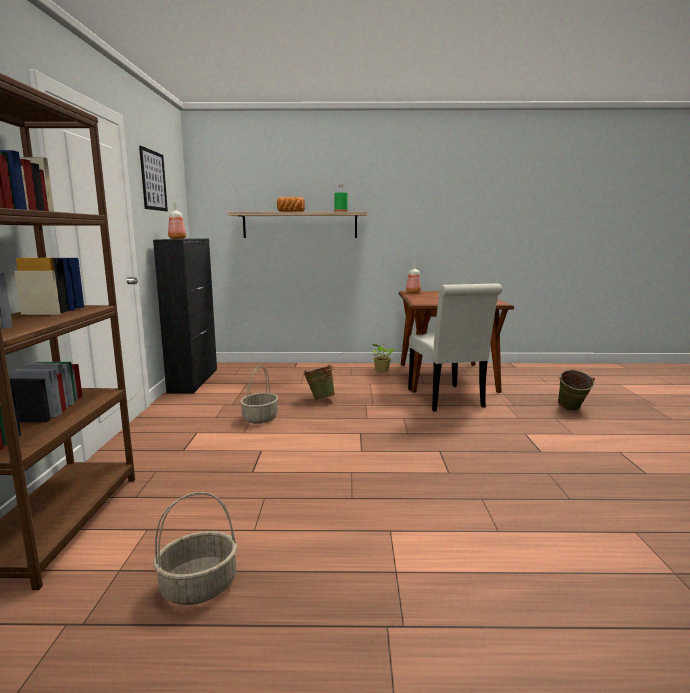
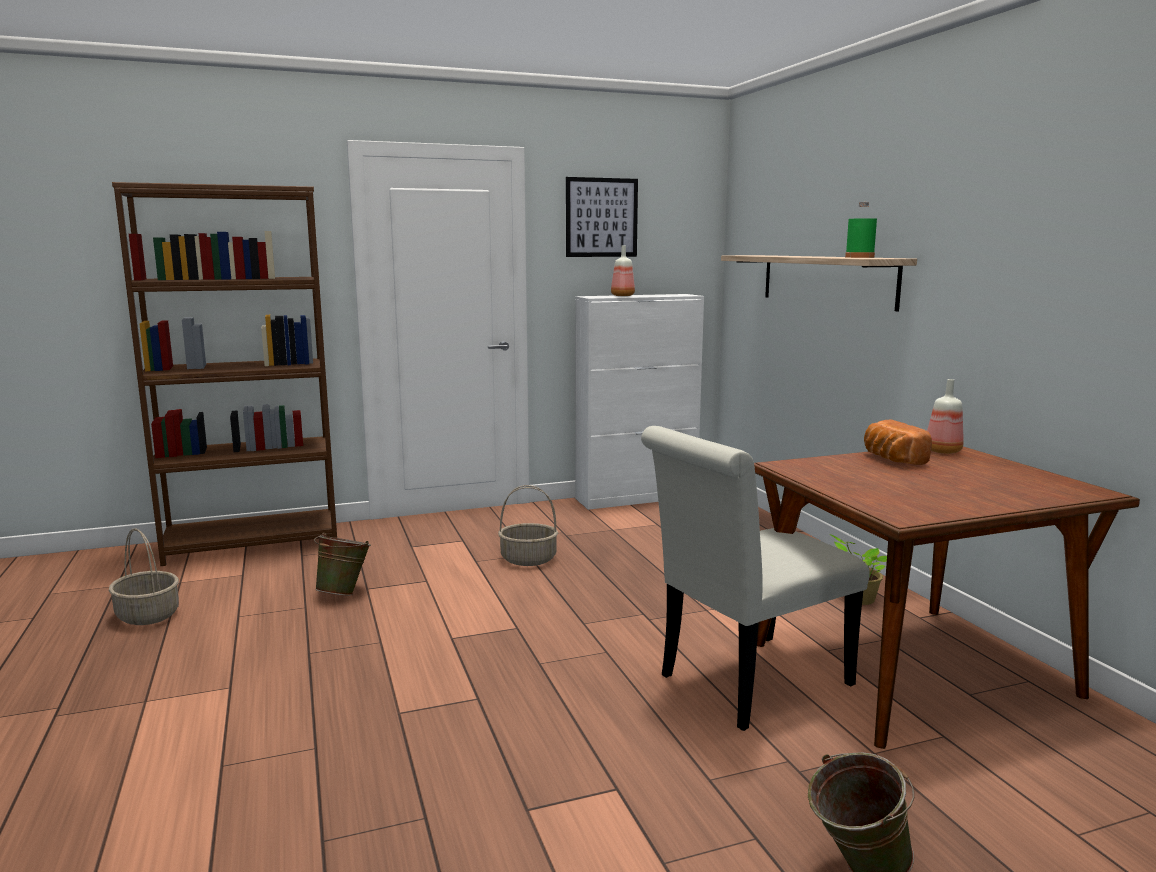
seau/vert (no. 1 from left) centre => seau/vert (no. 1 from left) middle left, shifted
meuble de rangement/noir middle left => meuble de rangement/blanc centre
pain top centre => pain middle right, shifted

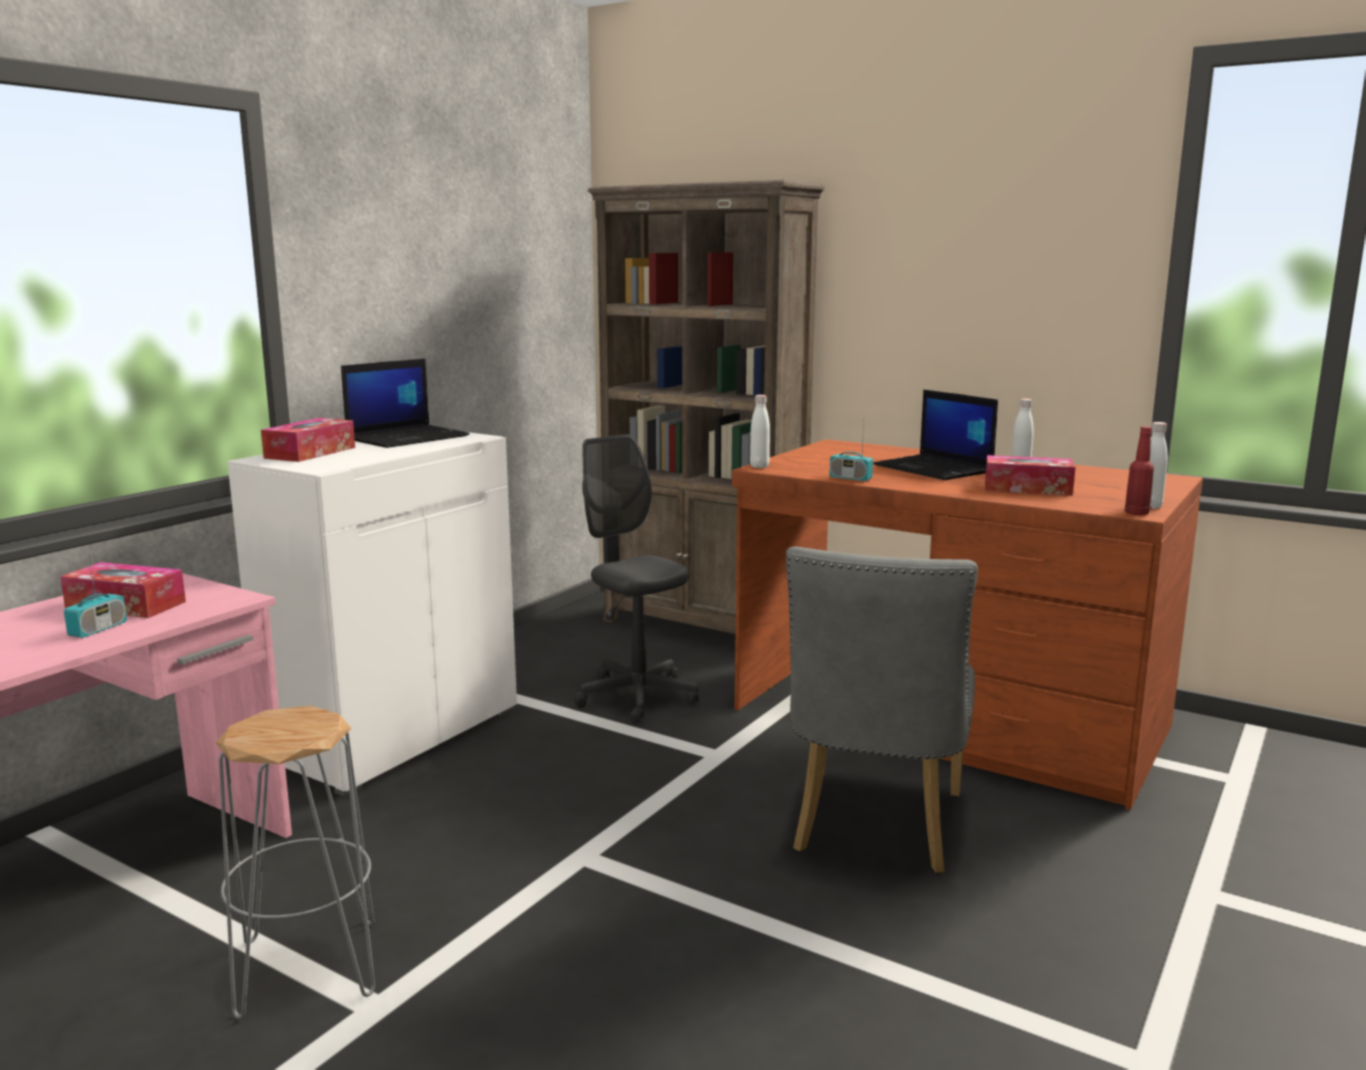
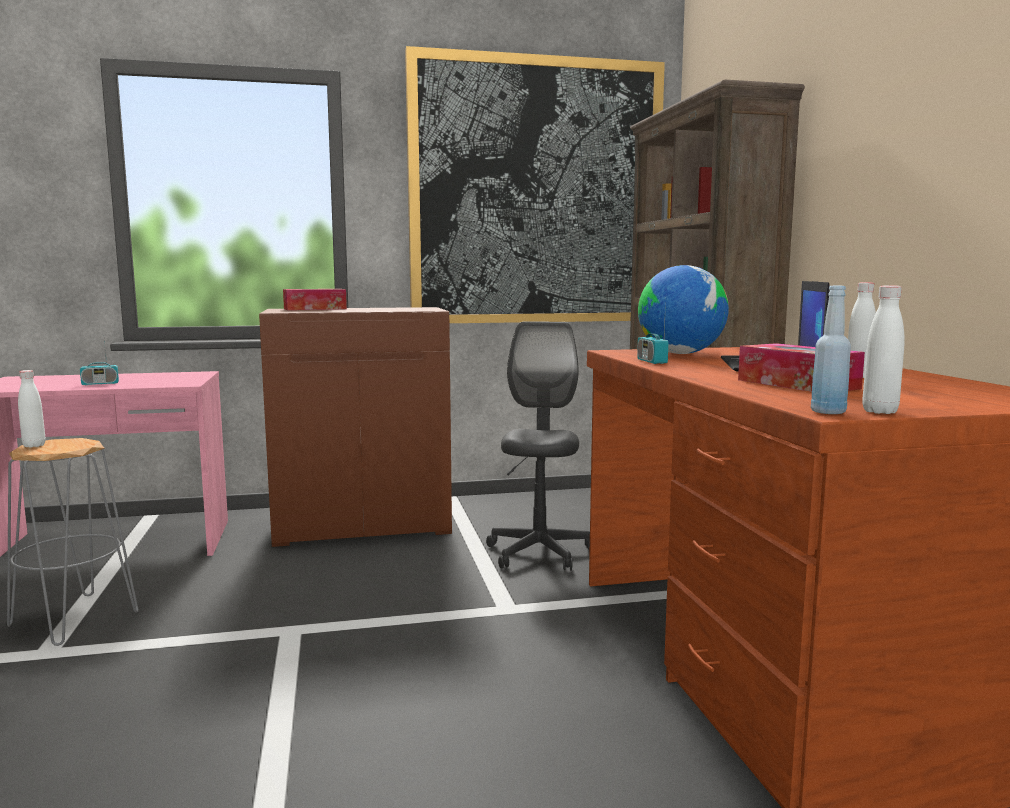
bouteille/blanc (no. 1 from left) centre => bouteille/blanc (no. 1 from left) middle left, shifted
meuble de rangement/blanc middle left => meuble de rangement/marron centre
nothing => tableau top centre
nothing => globe middle right
bouteille/rouge middle right => bouteille/bleu middle right
boîte à mouchoirs (no. 1 from left) middle left => nothing
ordinateur portable (no. 1 from left) middle left => nothing
chaise/gris centre => nothing

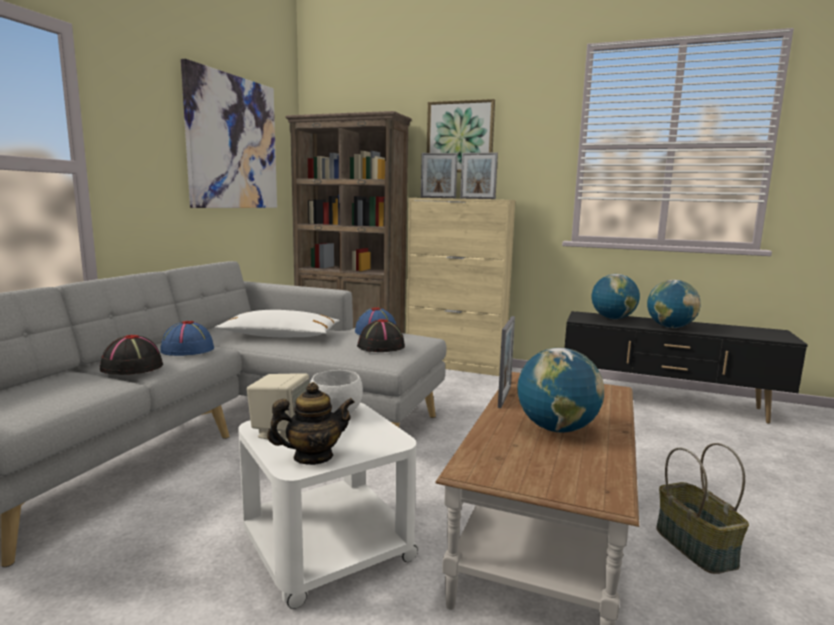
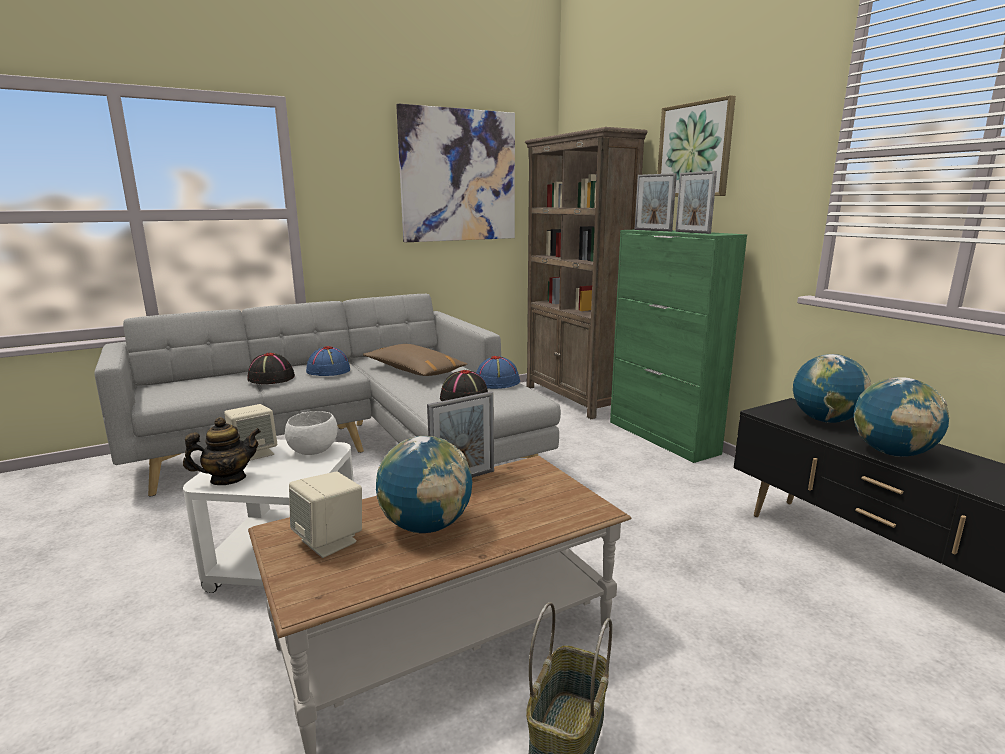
théière bottom centre => théière middle left, 45 degrees counterclockwise
nothing => enceinte/beige (no. 2 from left) bottom left
coussin/blanc middle left => coussin/marron centre
meuble de rangement/beige centre => meuble de rangement/vert middle right

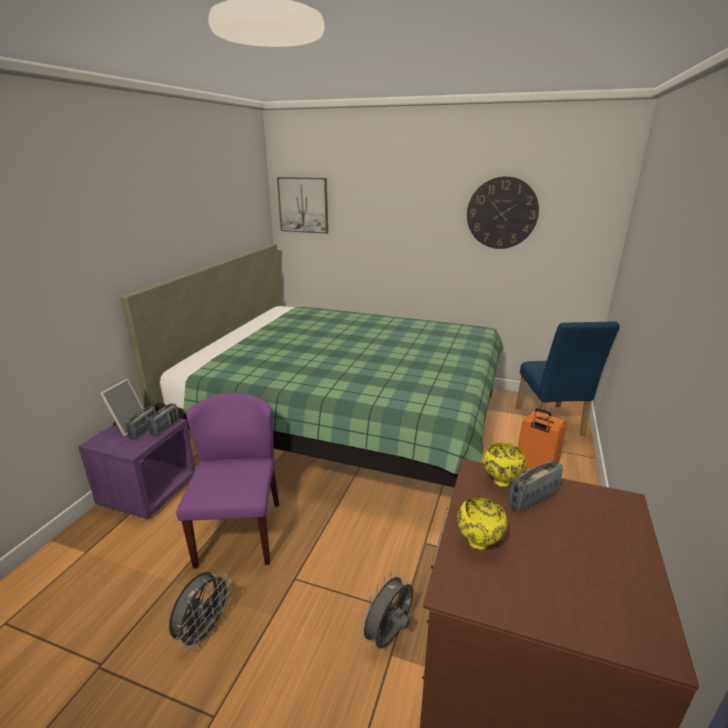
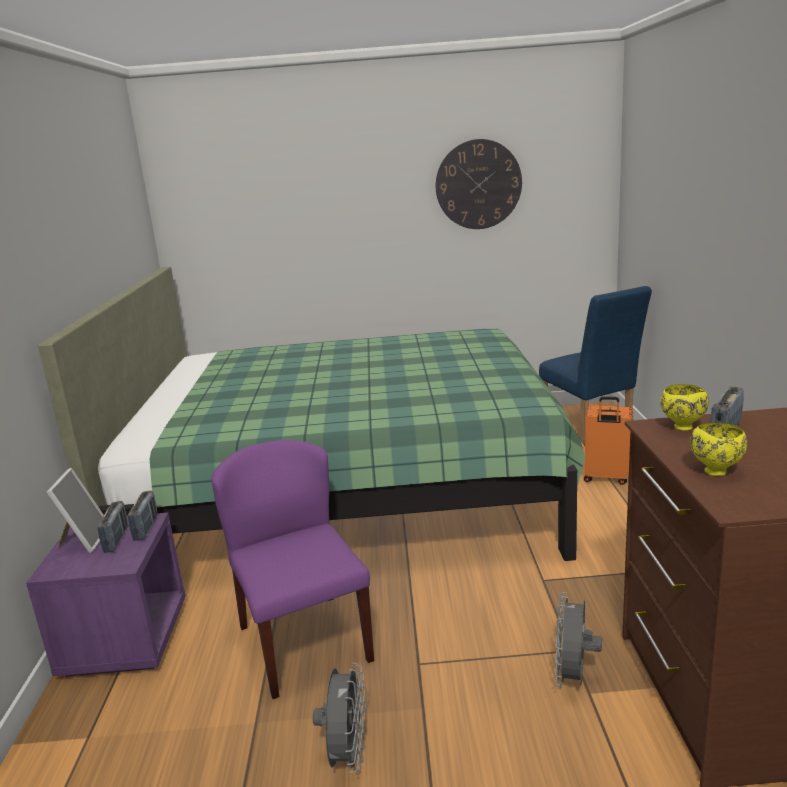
tableau top centre => nothing

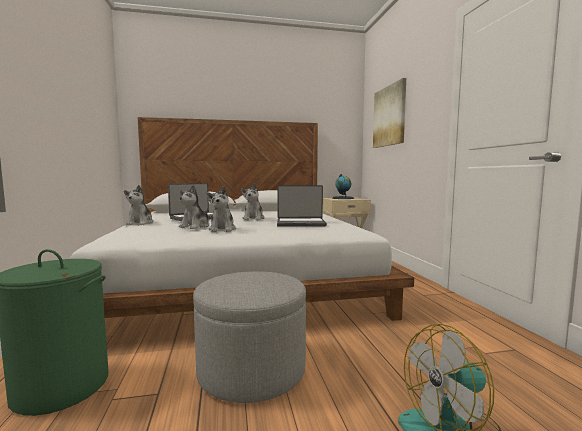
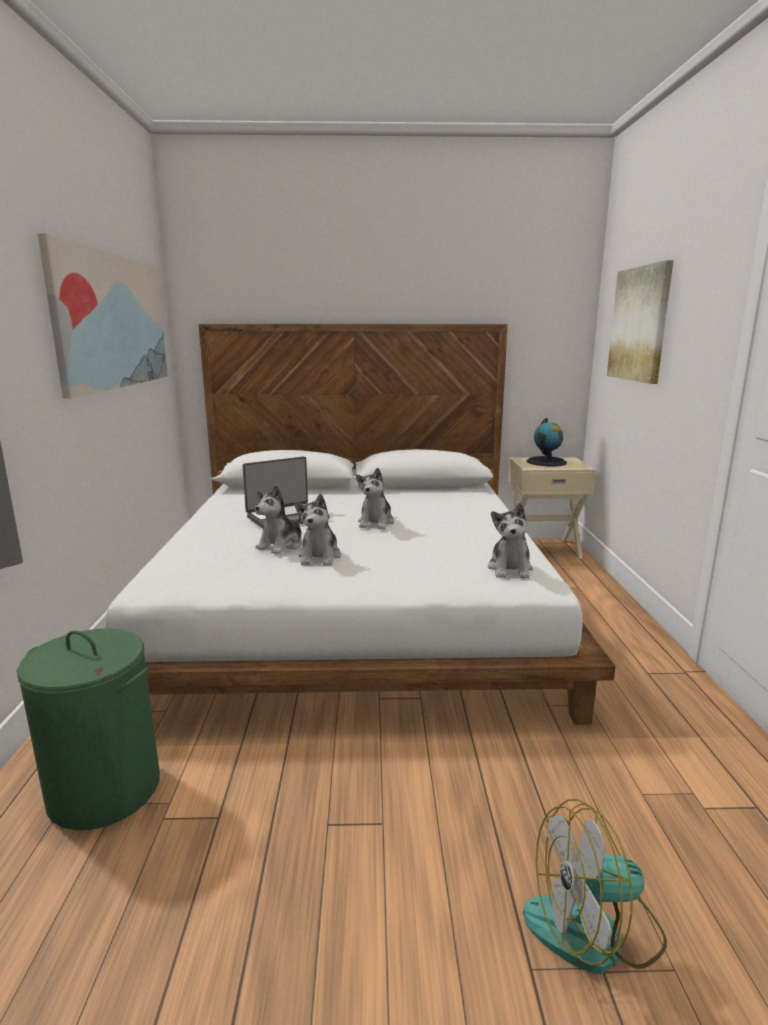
nothing => tableau (no. 1 from left) top left
peluche (no. 1 from left in the first image) middle left => peluche (no. 4 from left) centre, shifted
pouf/gris bottom centre => nothing
ordinateur portable (no. 2 from left) centre => nothing

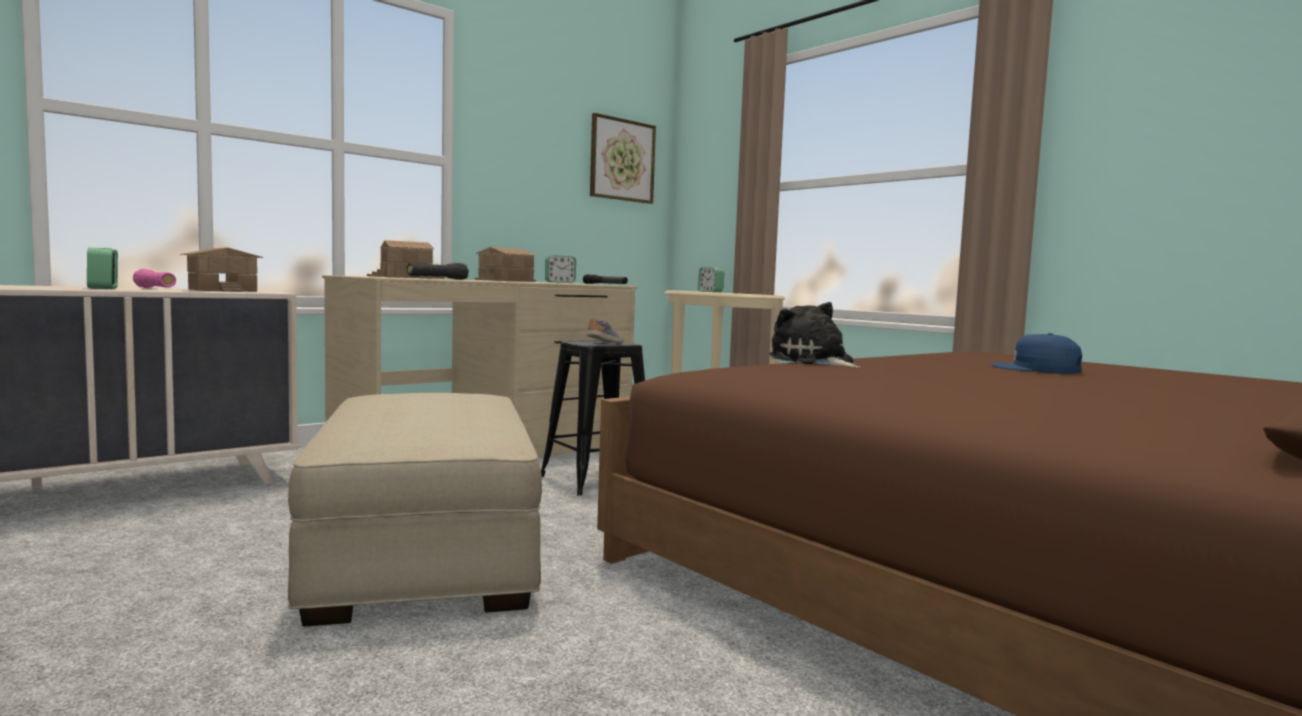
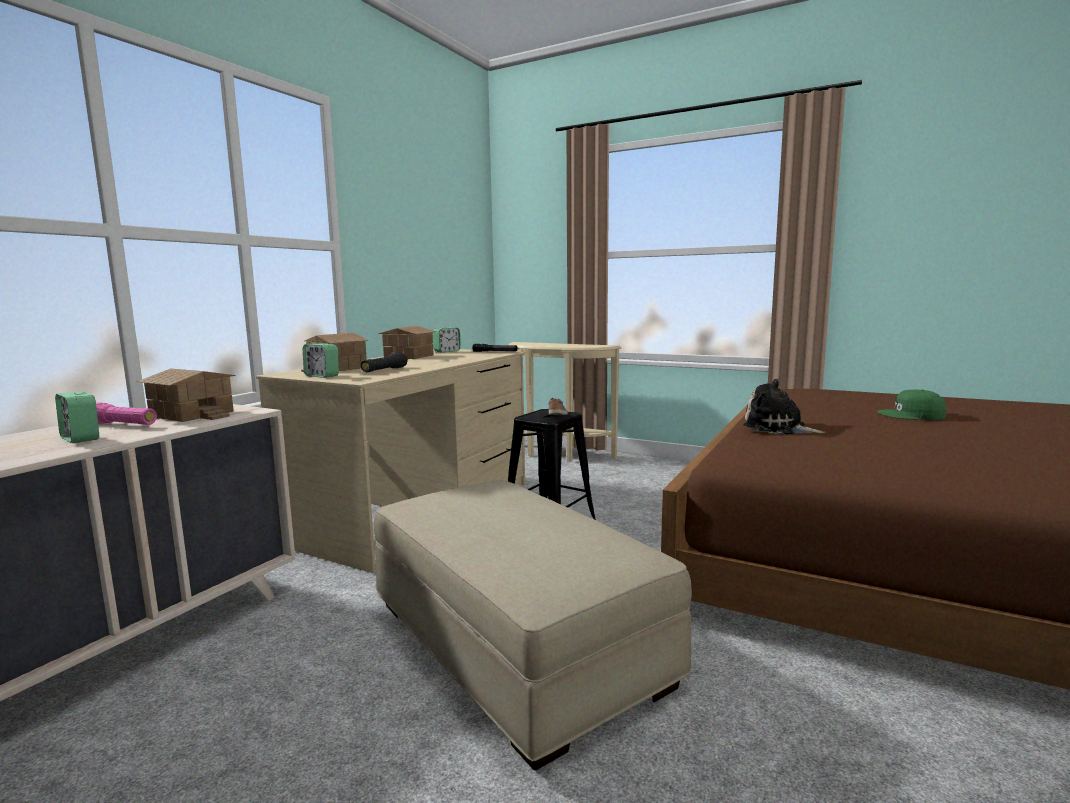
réveil (no. 3 from left in the first image) centre => réveil (no. 2 from left) middle left, shifted
casquette/bleu middle right => casquette/vert middle right
tableau top centre => nothing

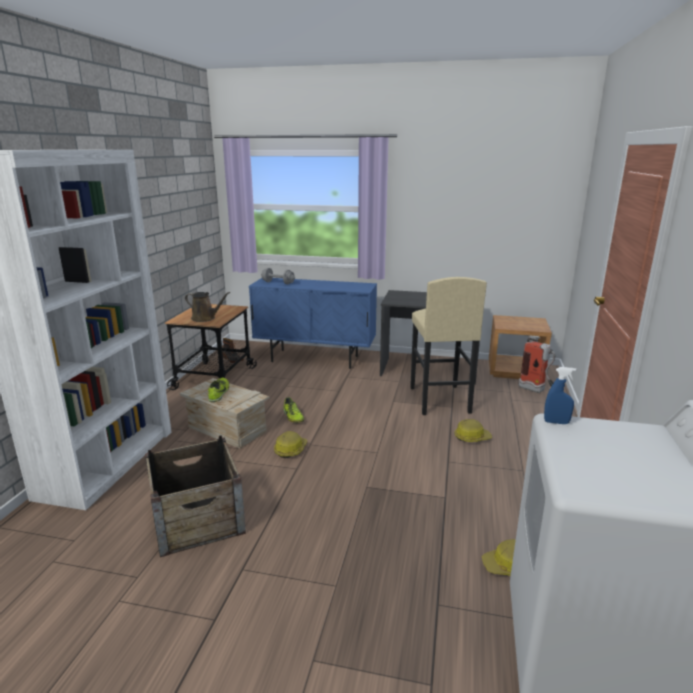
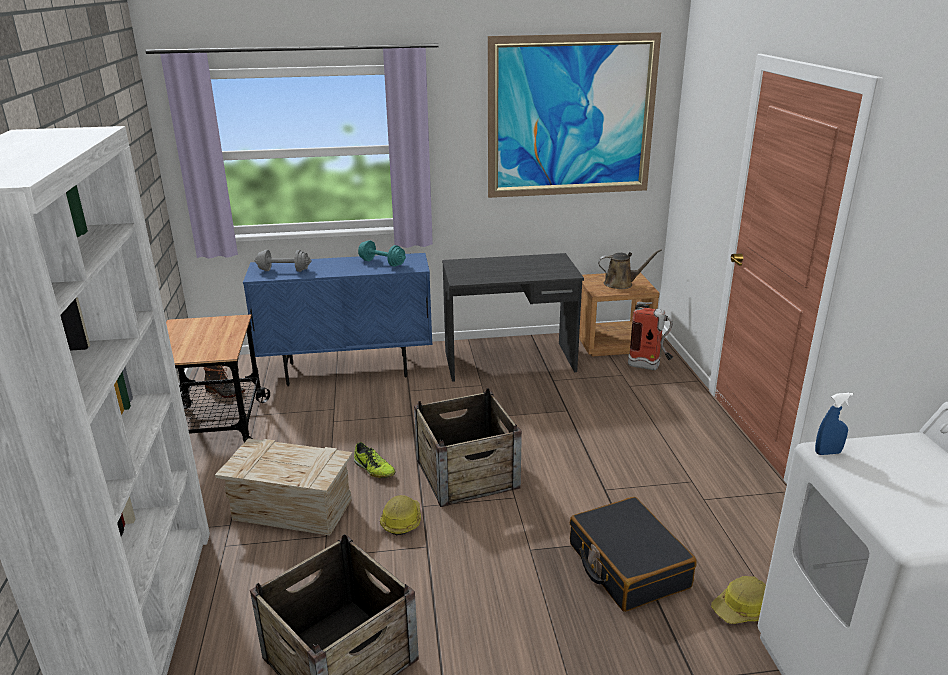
nothing => haltère/turquoise centre
nothing => caisse (no. 3 from left) centre
nothing => tableau top centre
nothing => valise/noir bottom right
arrosoir/marron middle left => arrosoir/marron centre, shifted
chaussure (no. 1 from left) middle left => nothing
tabouret/beige centre => nothing
casque de chantier (no. 2 from left) middle right => nothing

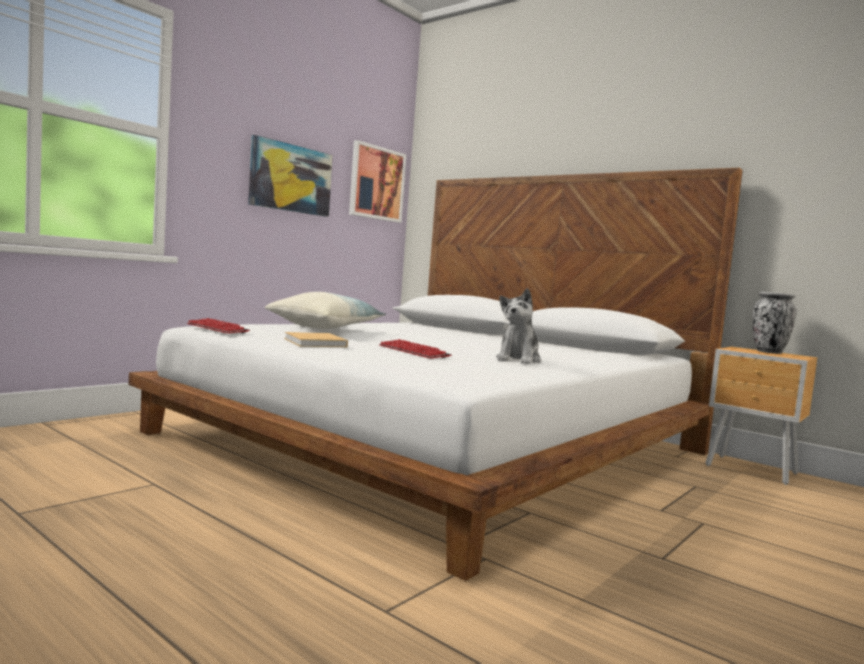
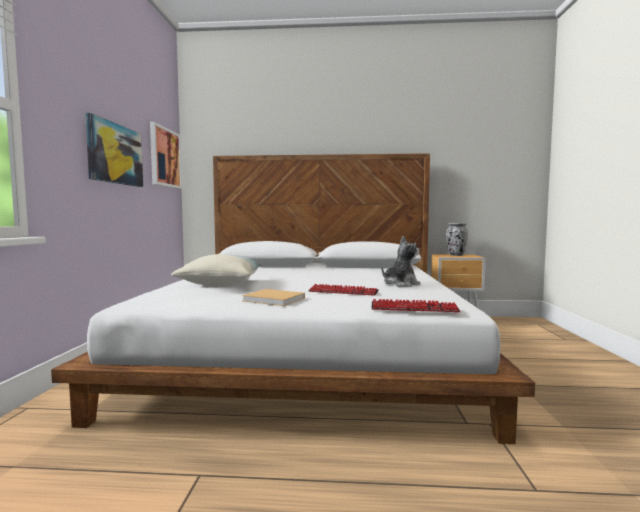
clavier (no. 1 from left in the first image) middle left => clavier (no. 2 from left) centre, shifted
peluche centre, 105 degrees counterclockwise

